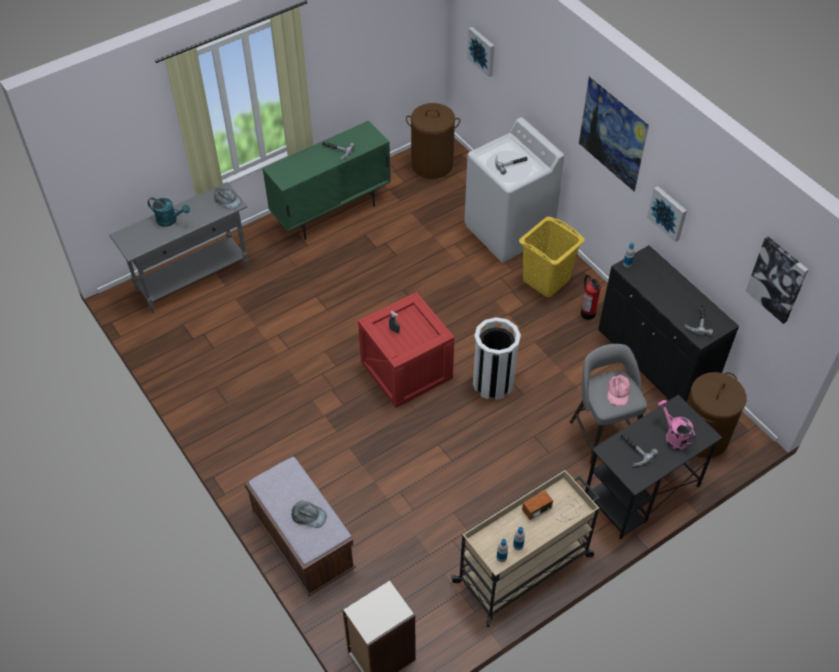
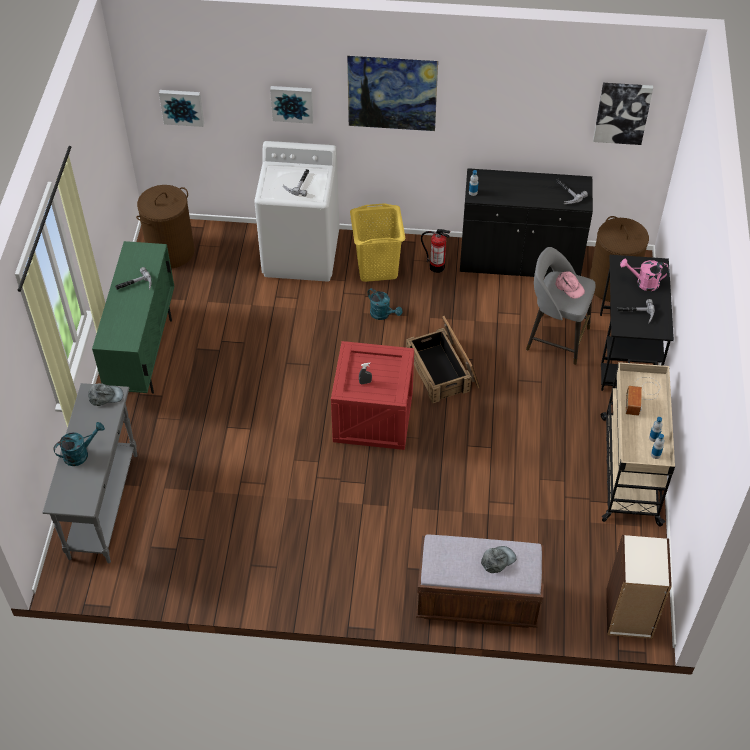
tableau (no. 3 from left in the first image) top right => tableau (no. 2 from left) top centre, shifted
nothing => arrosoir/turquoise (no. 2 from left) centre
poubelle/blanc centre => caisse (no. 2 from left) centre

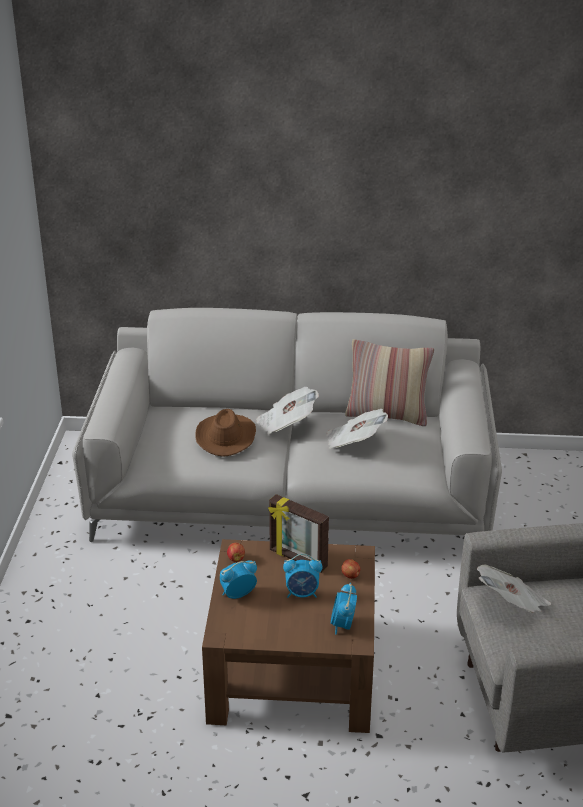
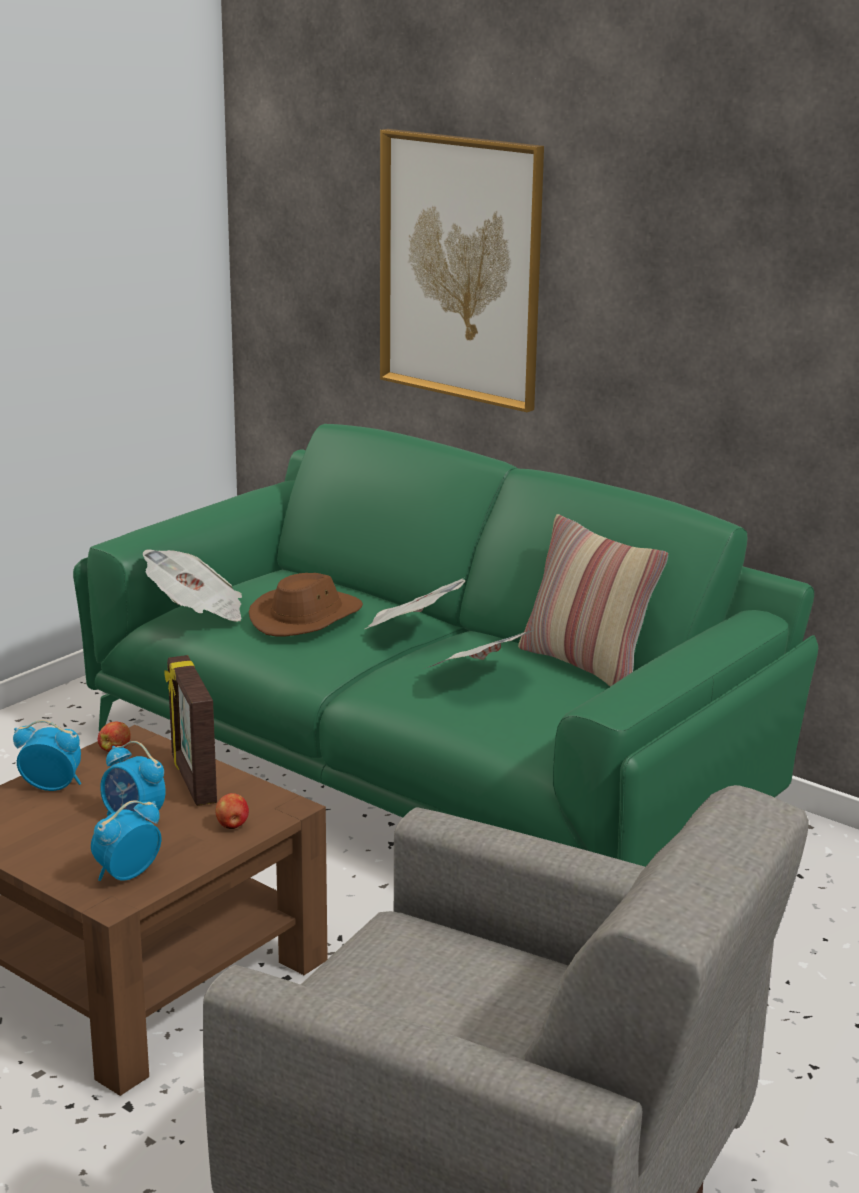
canapé/gris centre => canapé/vert centre
journal (no. 3 from left in the first image) bottom right => journal (no. 1 from left) middle left, shifted
nothing => tableau top centre

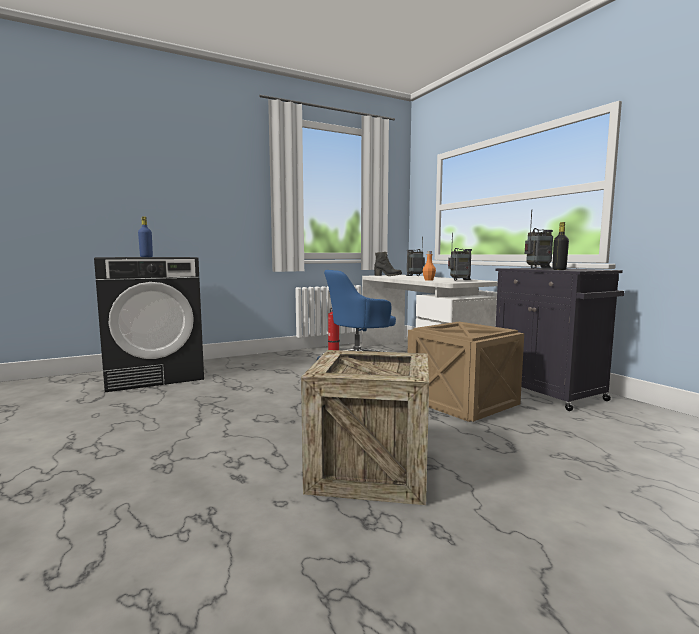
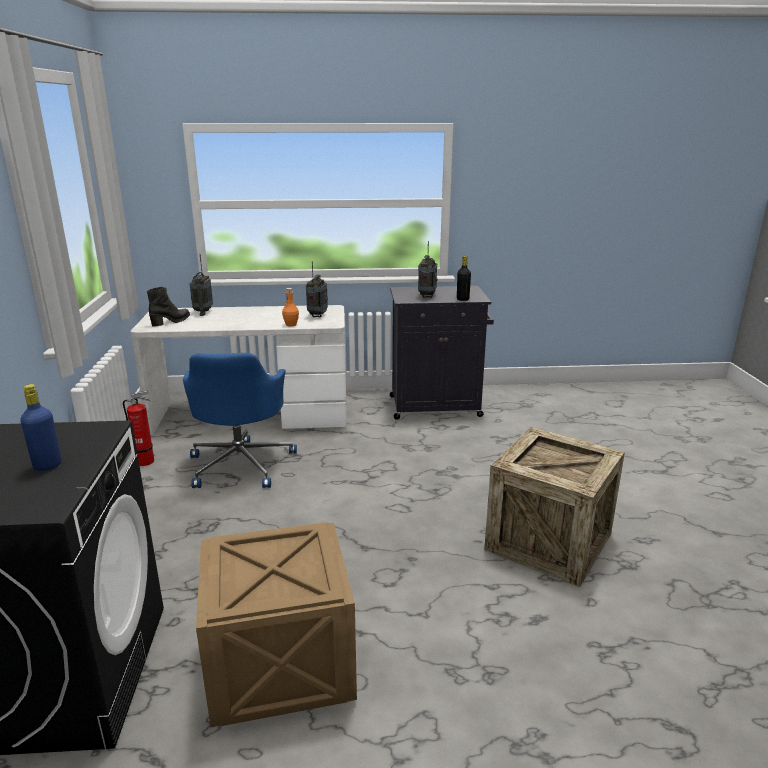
caisse (no. 2 from left in the first image) middle right => caisse (no. 1 from left) bottom centre, shifted

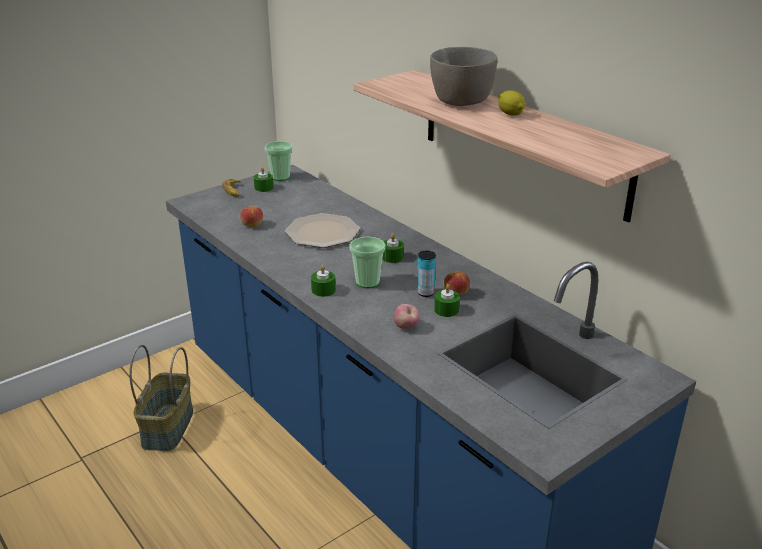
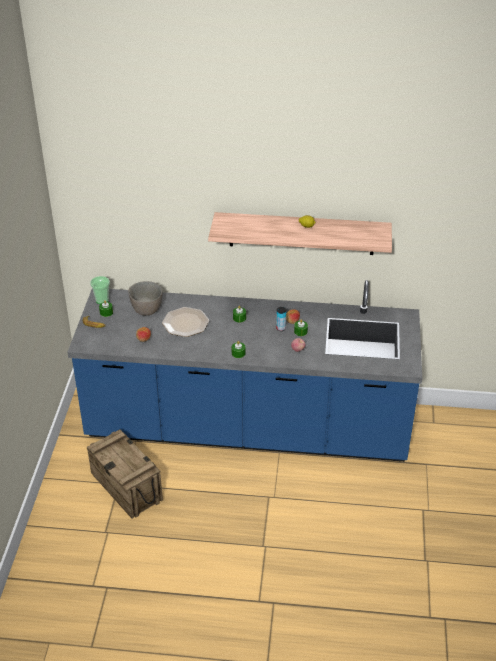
panier bottom left => caisse bottom left
bol/gris top centre => bol/gris middle left, shifted
tasse (no. 2 from left) centre => nothing

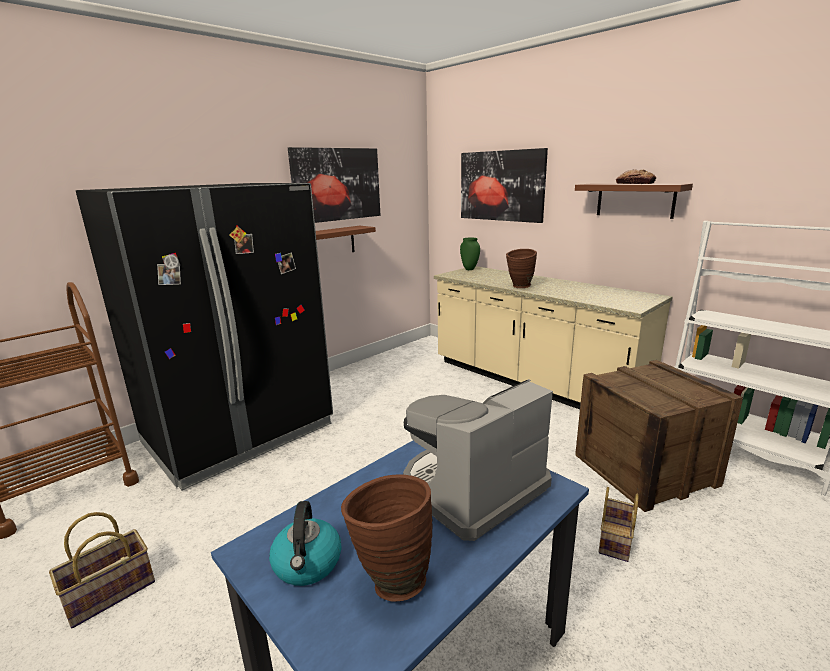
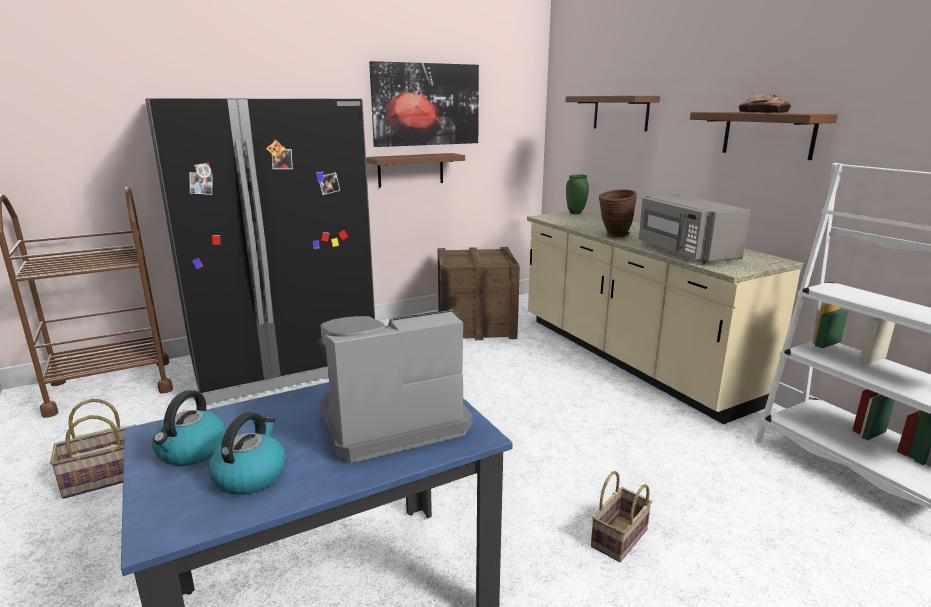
vase/marron (no. 1 from left) bottom centre => bouilloire (no. 2 from left) bottom left
caisse middle right => caisse centre, shifted
tableau (no. 2 from left) top centre => étagère/marron (no. 2 from left) top centre
nothing => micro-ondes/gris middle right

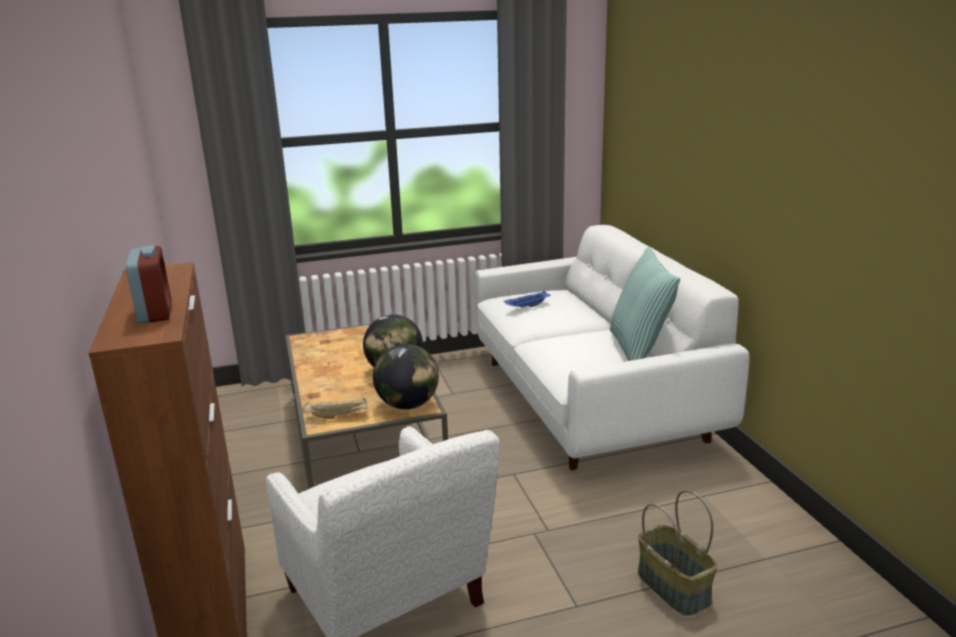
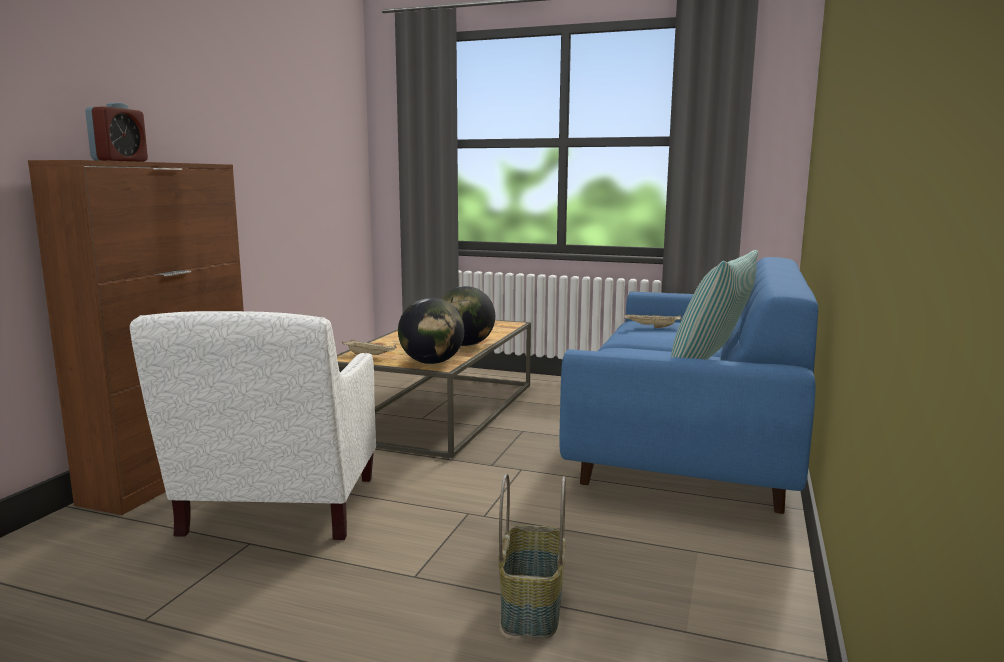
canapé/blanc centre => canapé/bleu middle right
plateau/bleu centre => plateau/beige (no. 2 from left) centre

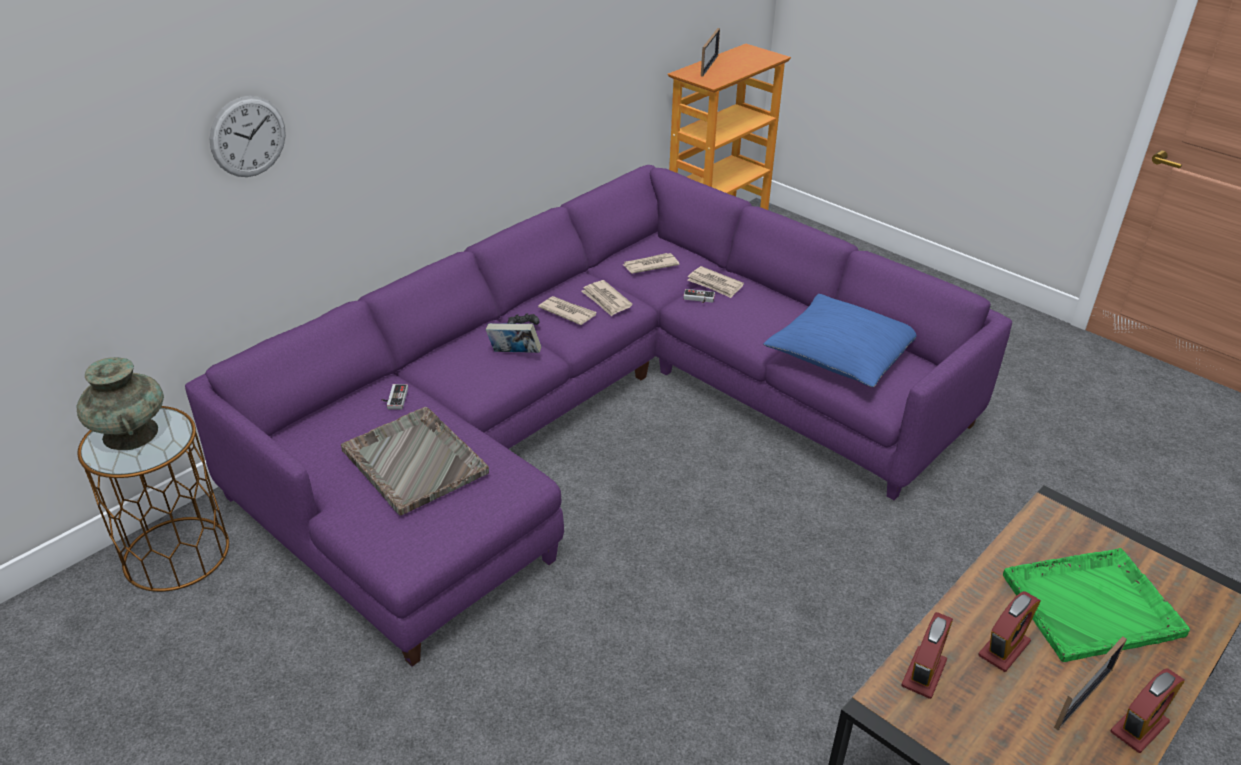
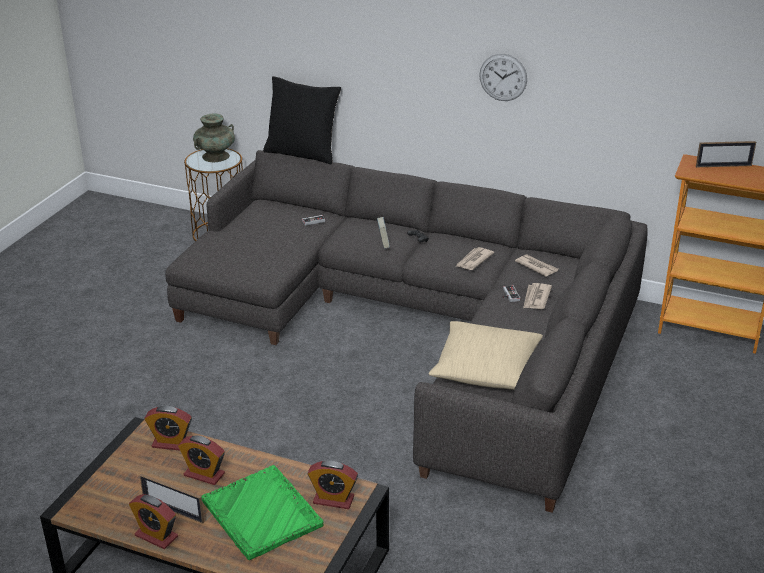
canapé/violet centre => canapé/gris centre
nothing => coussin/noir top centre
nothing => réveil (no. 4 from left) bottom centre
coussin/bleu middle right => coussin/beige centre
horloge murale top left => horloge murale top centre, shifted
plateau/gris centre => nothing
journal (no. 1 from left) centre => nothing

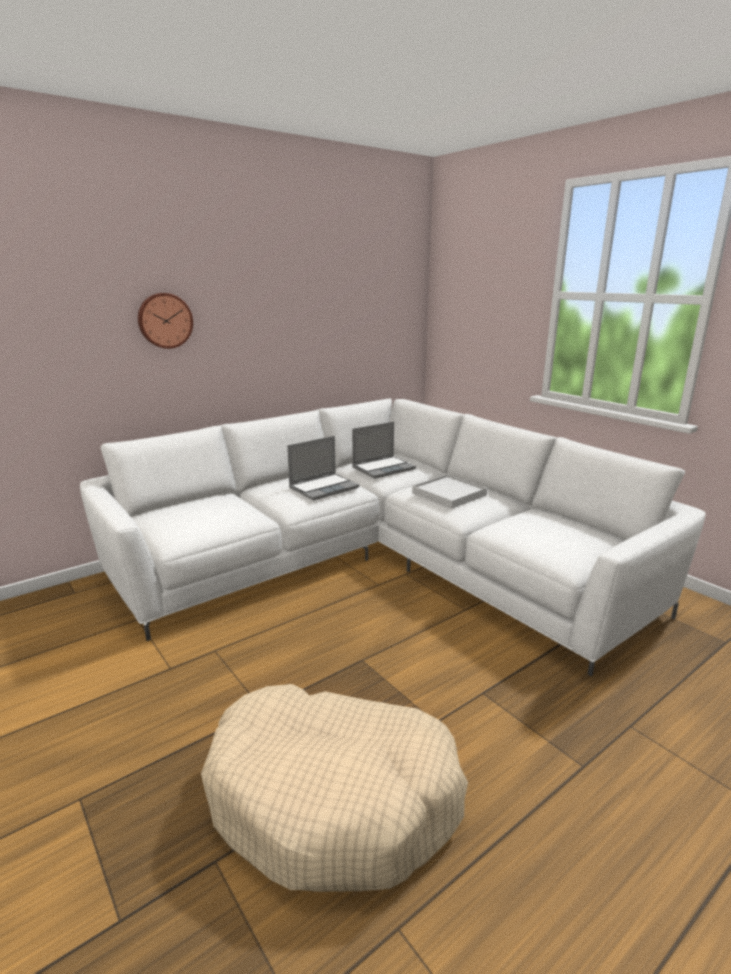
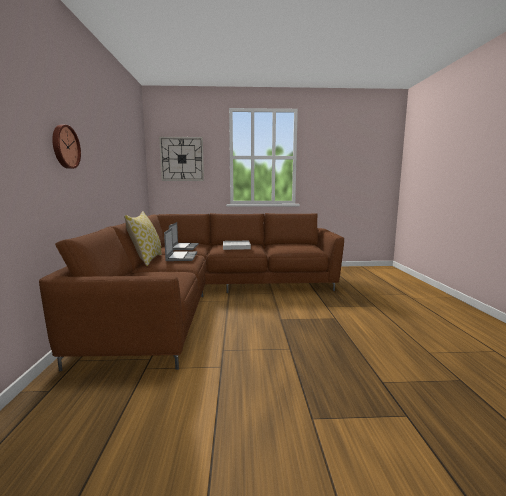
canapé/blanc centre => canapé/marron centre
nothing => coussin middle left
nothing => horloge murale (no. 2 from left) top centre
panier pour chien/beige bottom centre => nothing

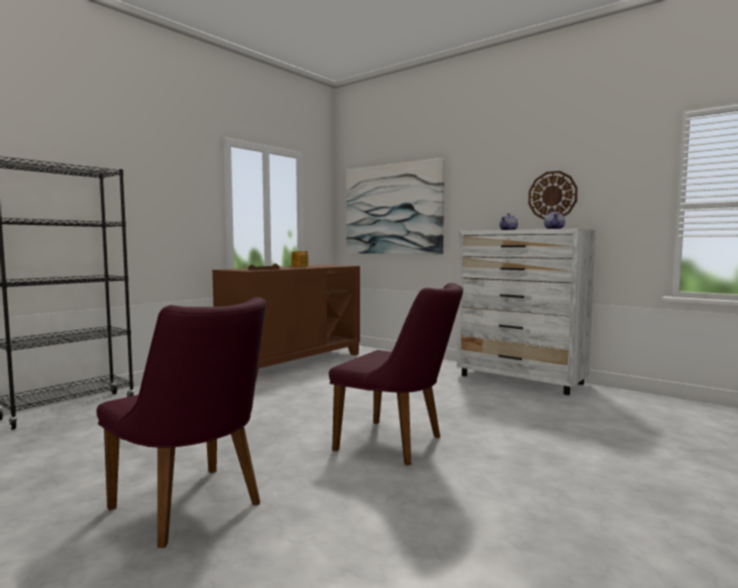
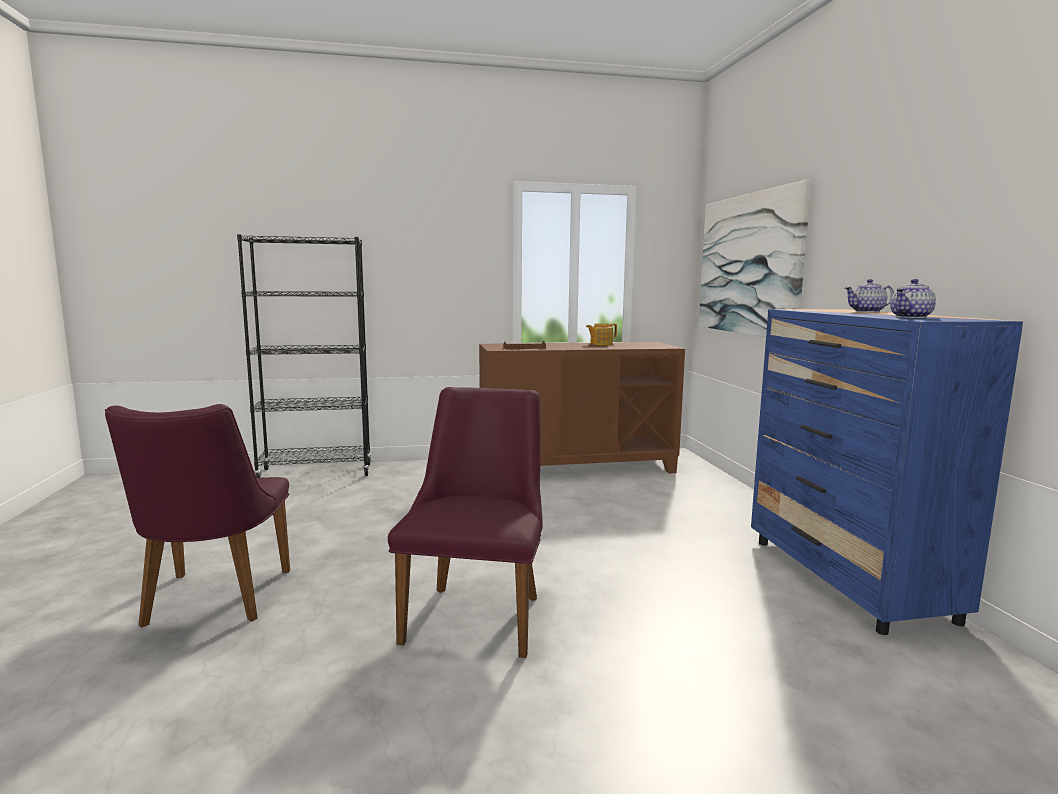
chaise/violet (no. 2 from left) centre, 150 degrees counterclockwise
commode/blanc middle right => commode/bleu middle right
horloge murale top right => nothing

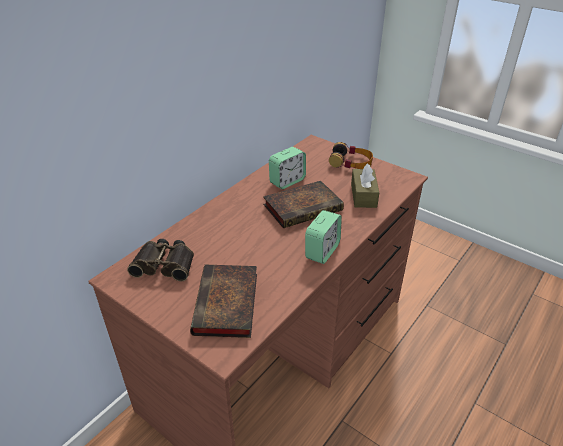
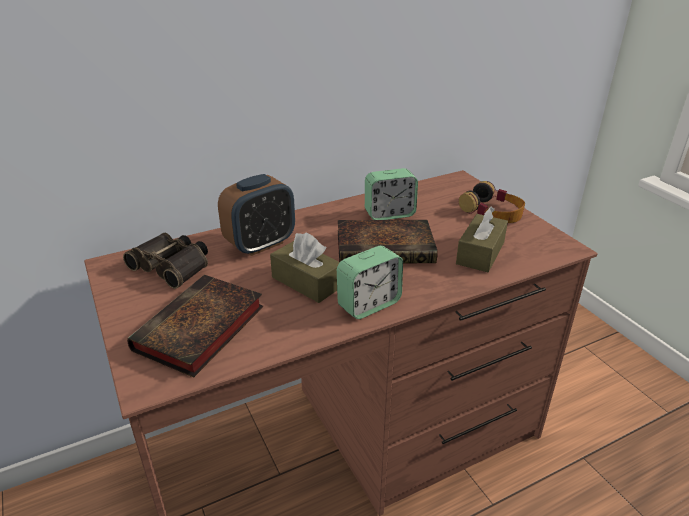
nothing => réveil (no. 1 from left) centre
nothing => boîte à mouchoirs/marron (no. 1 from left) centre

